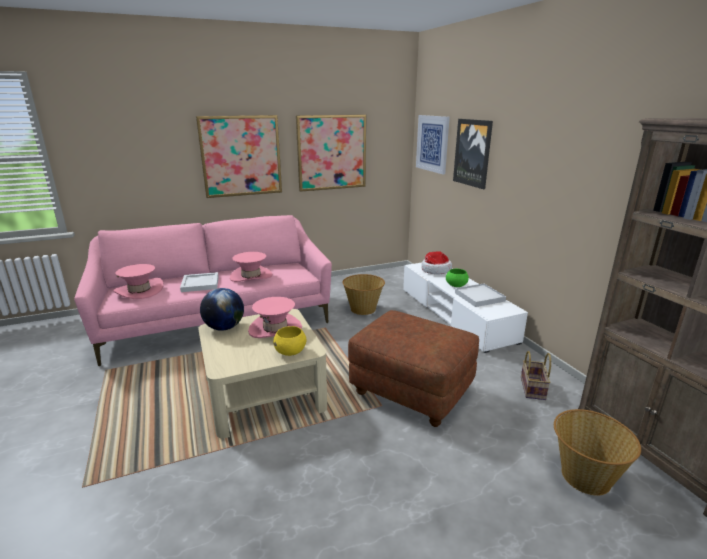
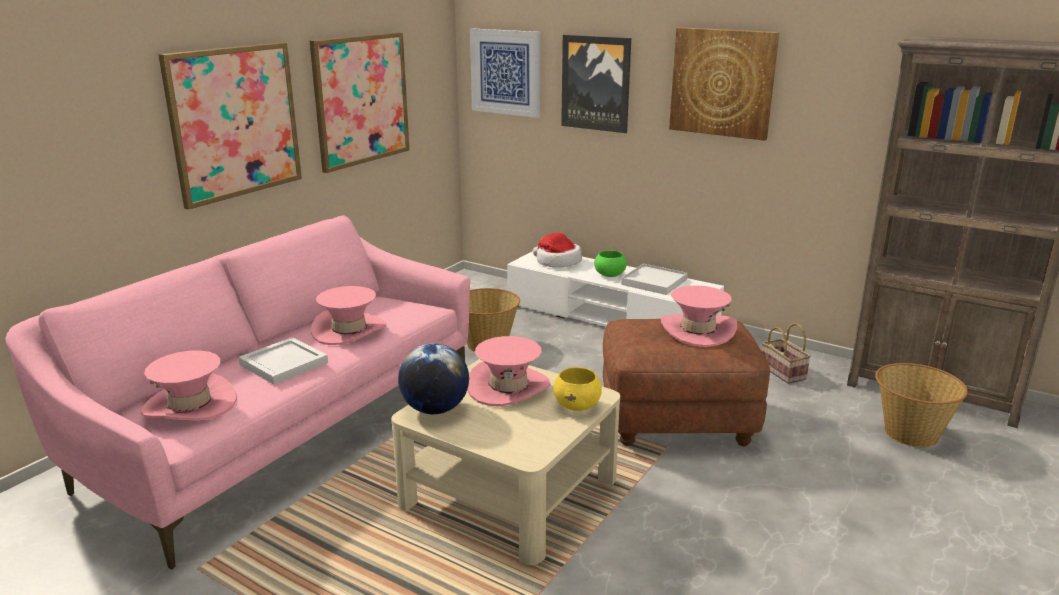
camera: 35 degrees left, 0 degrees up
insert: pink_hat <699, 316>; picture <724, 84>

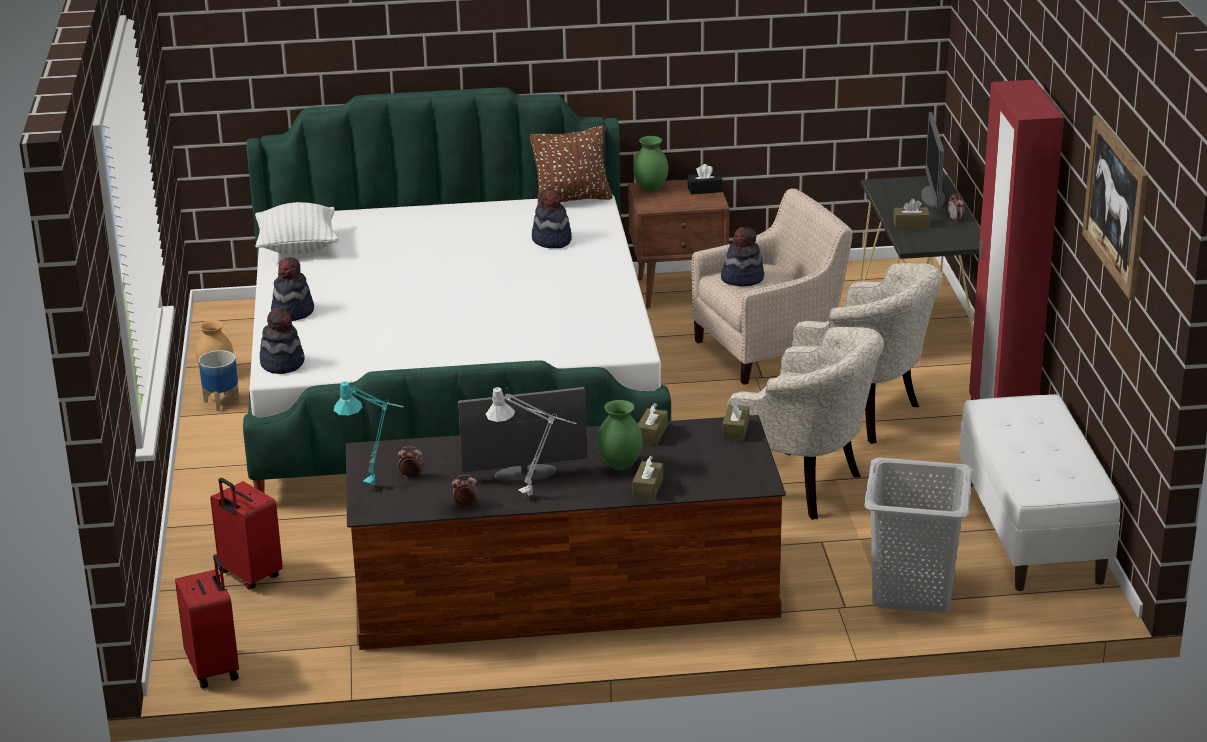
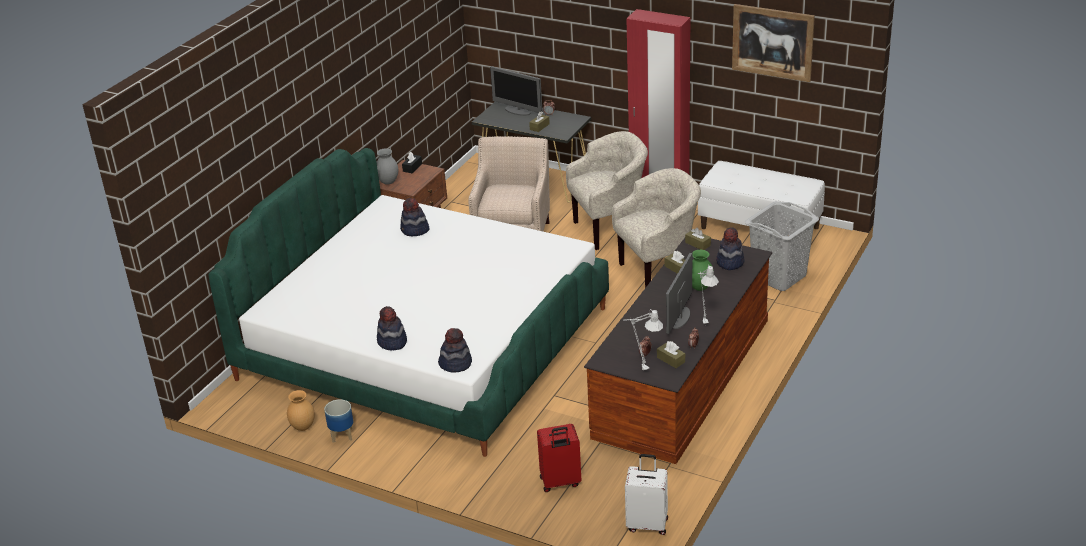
camera: 55 degrees left, 5 degrees up
delete: white_pillow <296, 228>; brown_pillow <571, 165>
move: brown_tissue_box <647, 478> to <671, 354>; hat <742, 257> to <730, 248>
recolor: red_suitcase <207, 621> to white_suitcase <646, 494>; turquoise_table_lamp <368, 432> to grey_table_lamp <643, 340>; green_vase <651, 163> to grey_vase <387, 167>

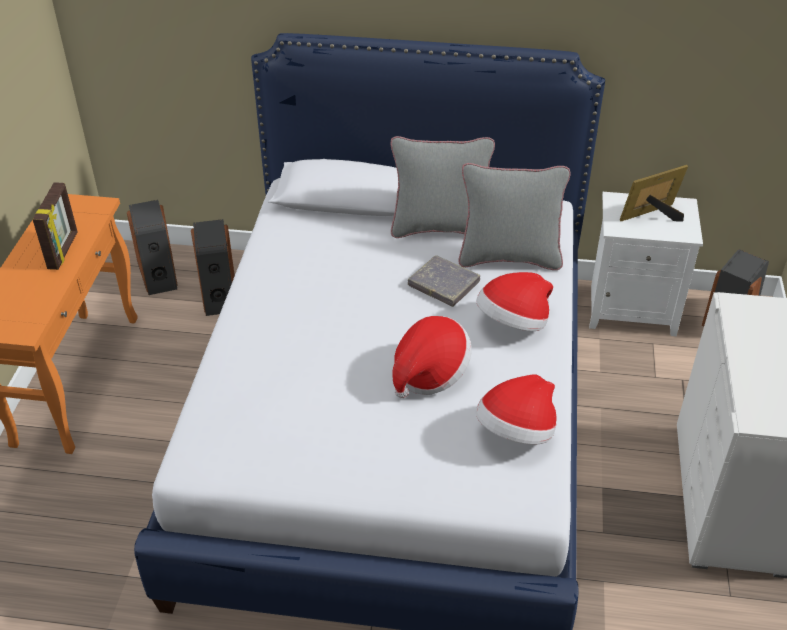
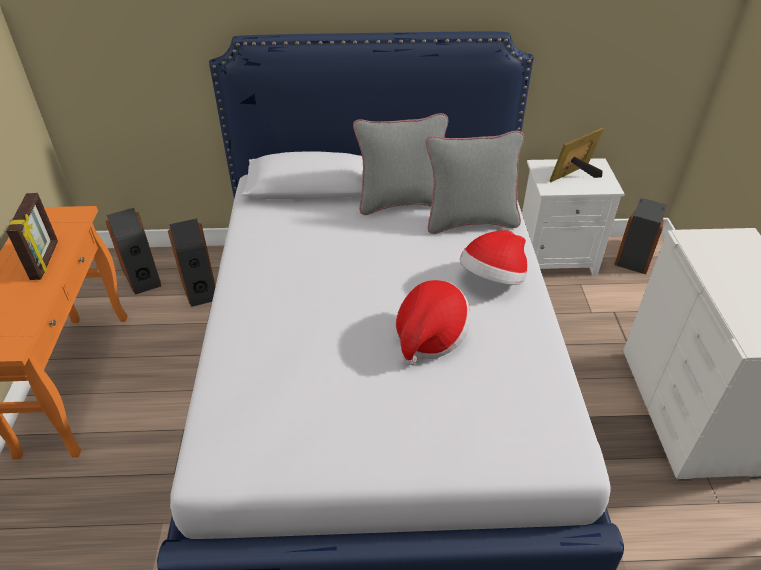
camera: 10 degrees left, 0 degrees up
delete: grey_book <444, 281>; hat <516, 409>

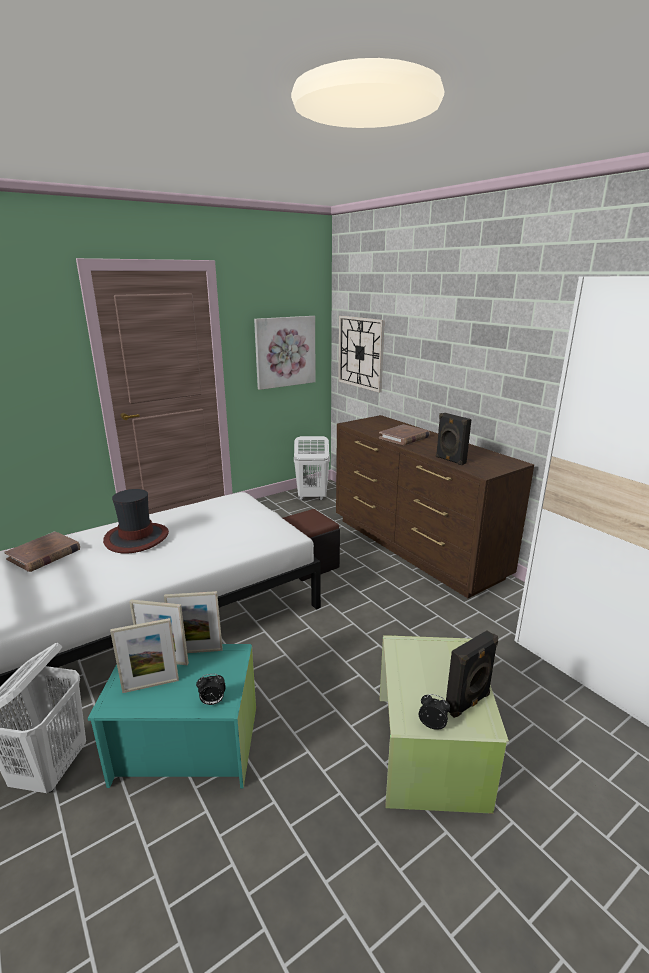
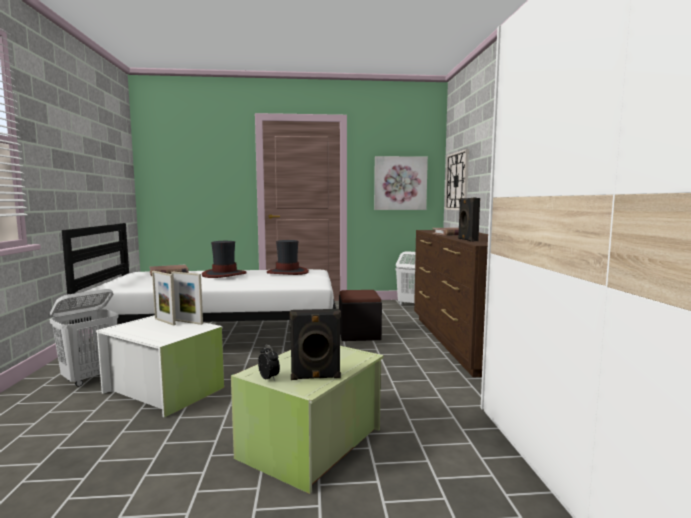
camera: 30 degrees right, 15 degrees down
delete: picture_frame <144, 655>; alarm_clock <210, 689>
insert: hat <288, 257>
recolor: turquoise_storage_box <171, 716> to white_storage_box <160, 366>

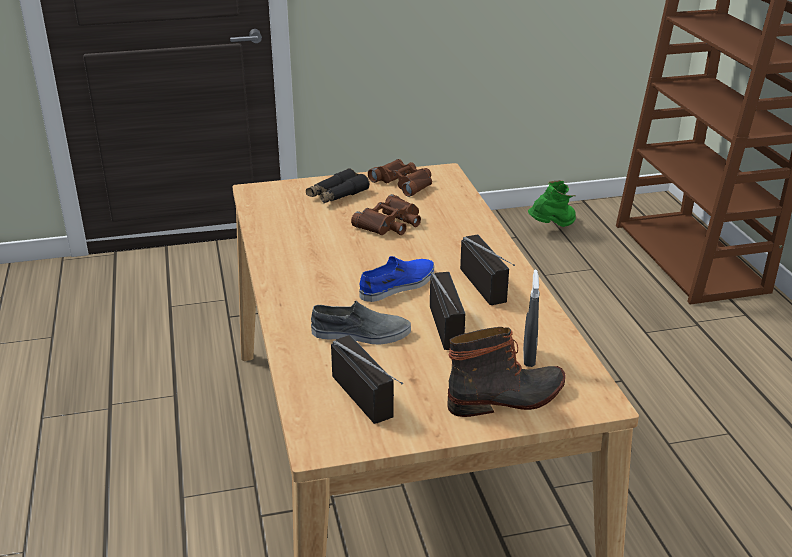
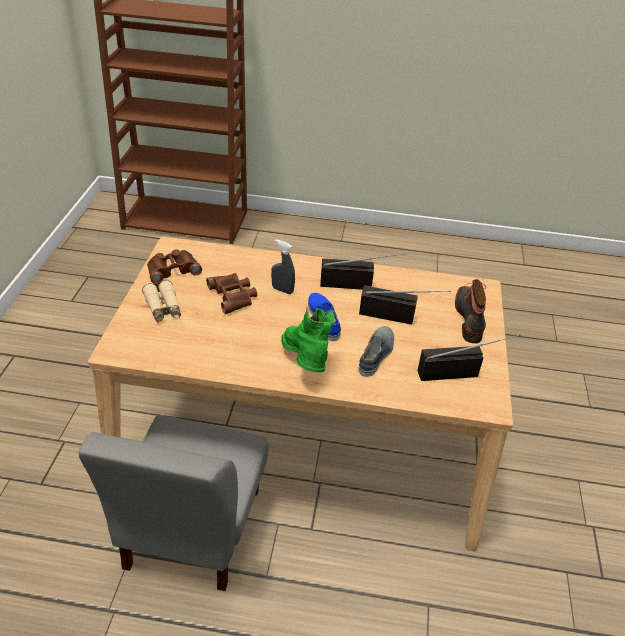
camera: 70 degrees left, 10 degrees up
insert: grey_chair <173, 503>
move: grey_spray_bottle <531, 318> to <283, 266>; green_boot <552, 203> to <308, 339>
recolor: black_binoculars <338, 186> to beige_binoculars <161, 301>

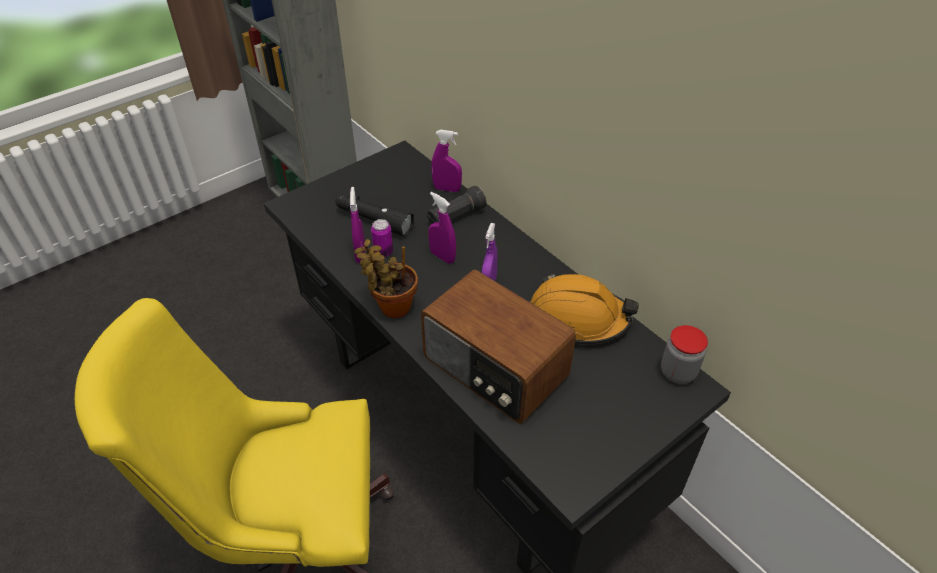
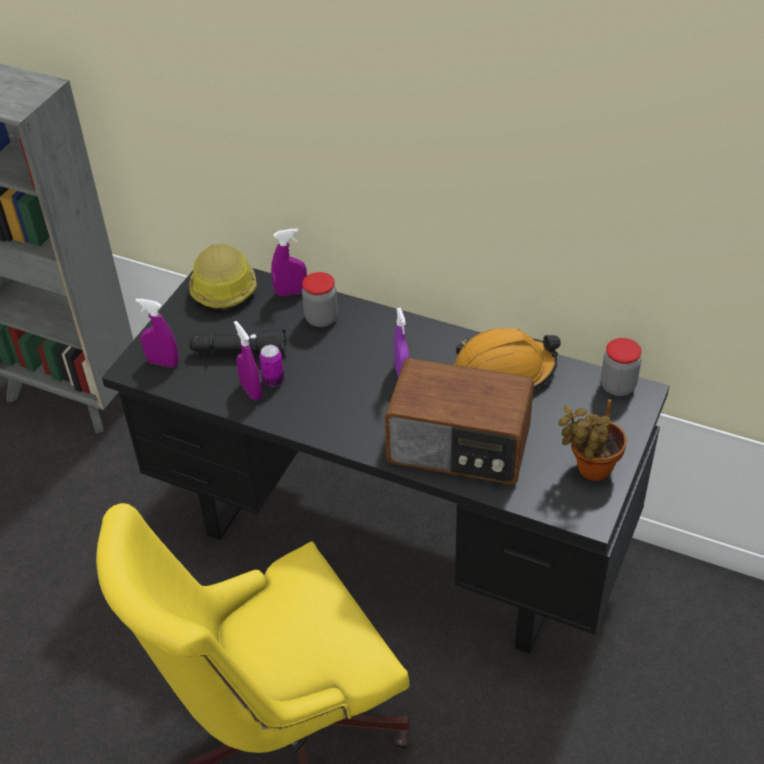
camera: 25 degrees left, 0 degrees up
insert: hard_hat <223, 276>
move: potted_plant <386, 278> to <592, 440>; purple_spray_bottle <442, 228> to <157, 332>
replace: black_flashlight <456, 205> to jar <320, 299>

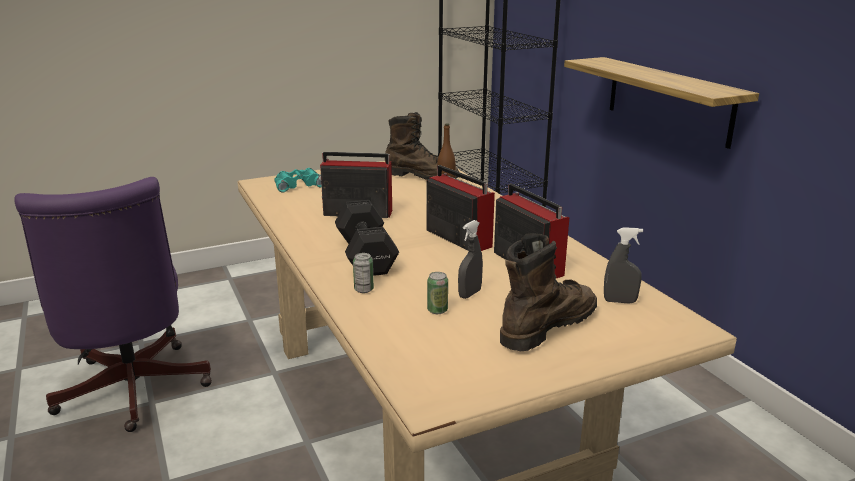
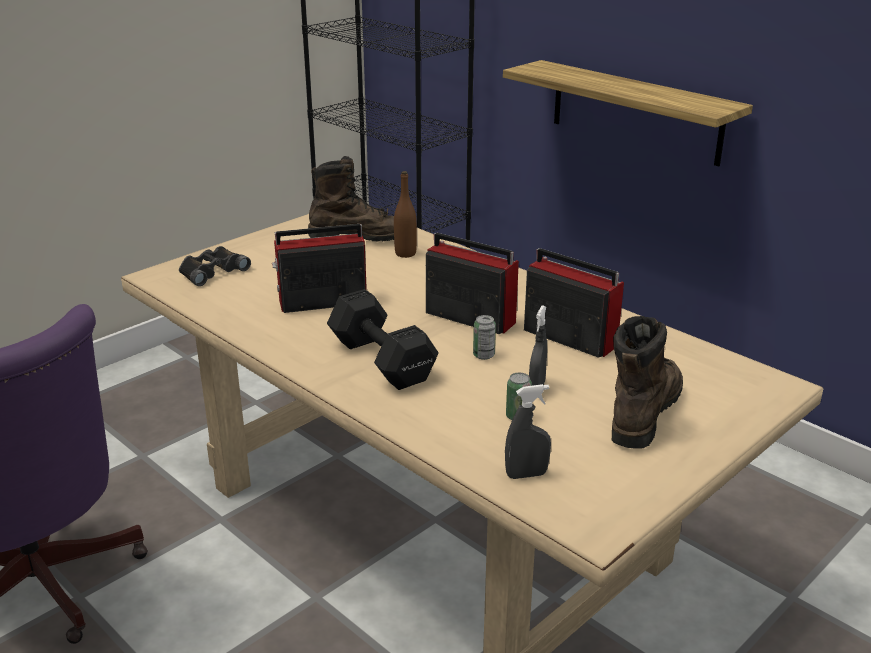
camera: 20 degrees left, 5 degrees up
move: can <363, 273> to <484, 337>; grey_spray_bottle <623, 265> to <528, 431>
recolor: turquoise_binoculars <298, 180> to black_binoculars <215, 266>

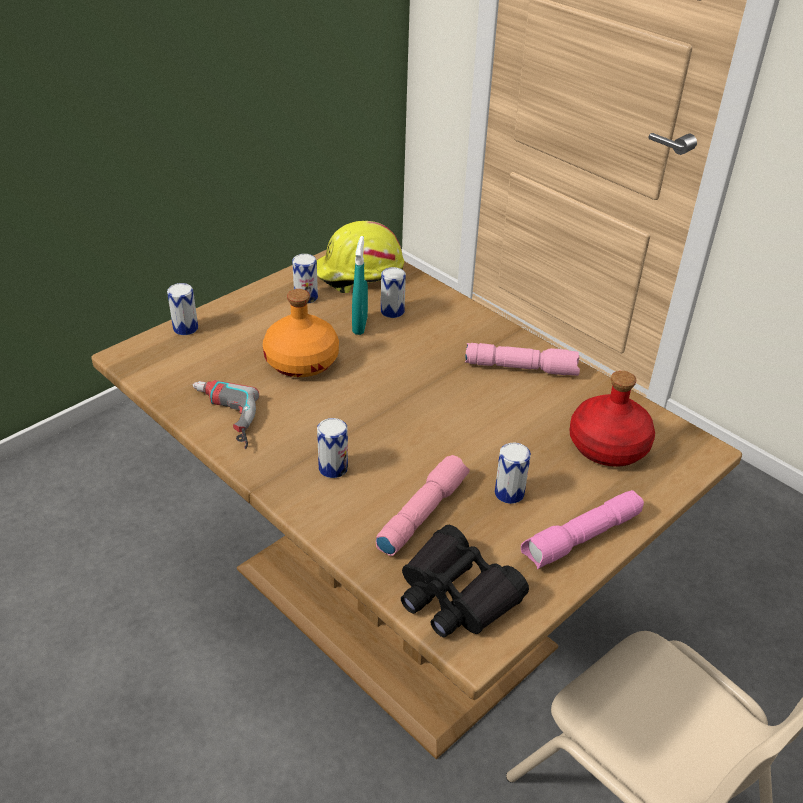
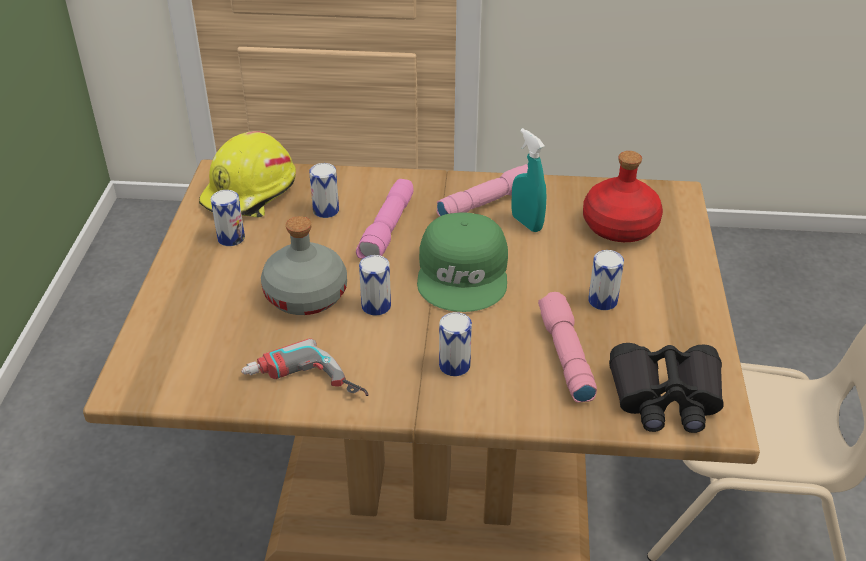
camera: 40 degrees left, 0 degrees up
insert: green_cap <462, 262>
move: can <182, 309> to <375, 285>; turquoise_spray_bottle <360, 285> to <529, 180>; pink_flashlight <582, 529> to <384, 219>
recolor: orange_bottle <301, 333> to grey_bottle <304, 265>

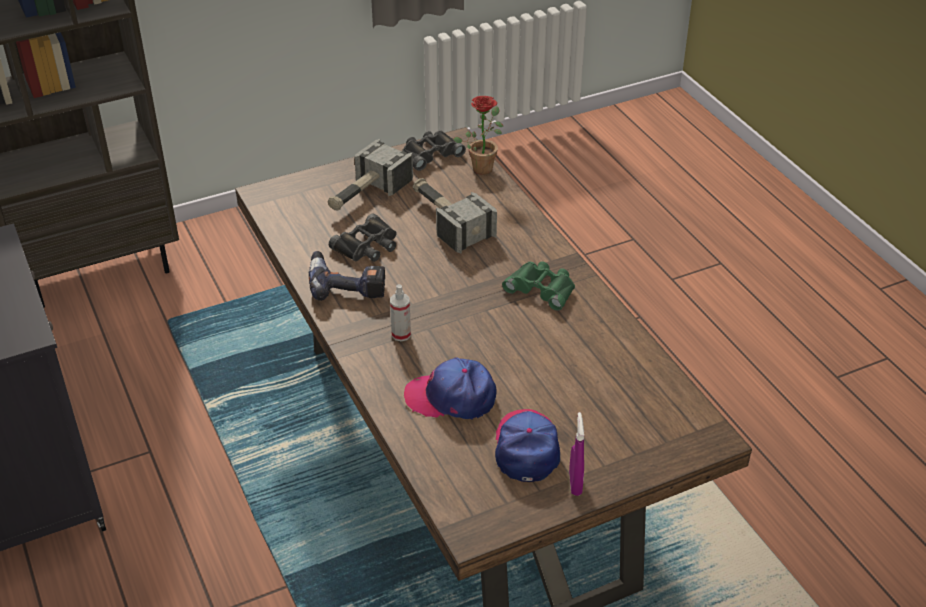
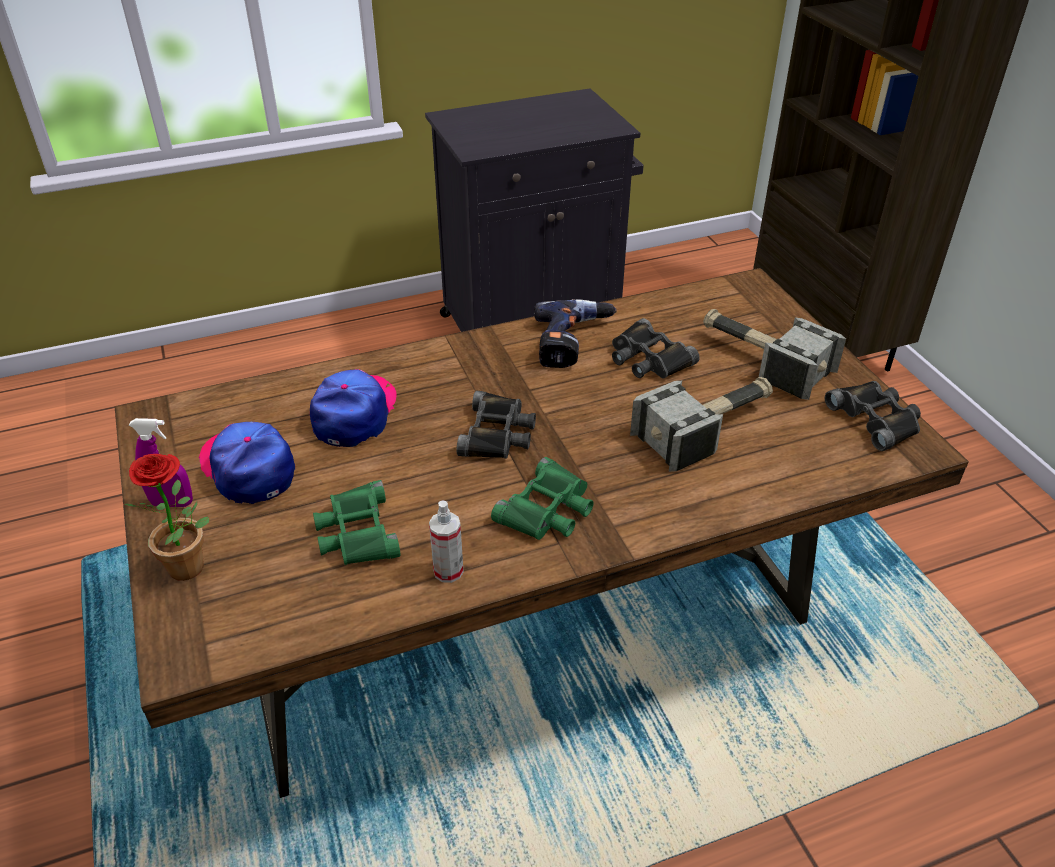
camera: 95 degrees right, 0 degrees up
insert: green_binoculars <357, 522>; black_binoculars <496, 425>
move: spray_bottle <400, 312> to <446, 542>; potted_plant <478, 135> to <166, 517>
rotate: cap <527, 445> = <246, 463> 135 degrees counterclockwise

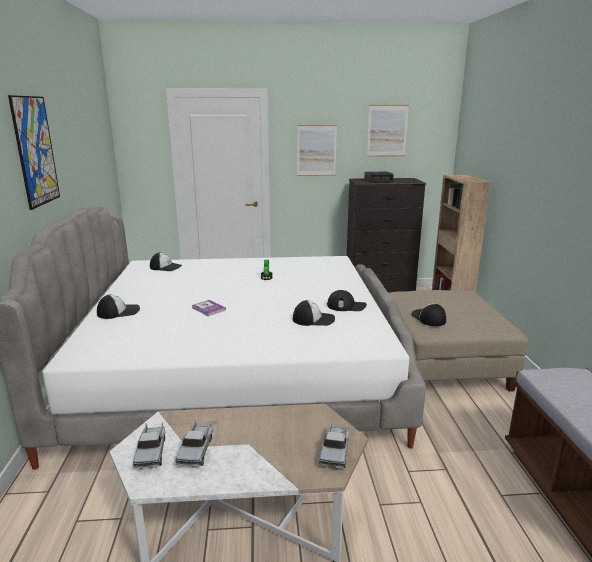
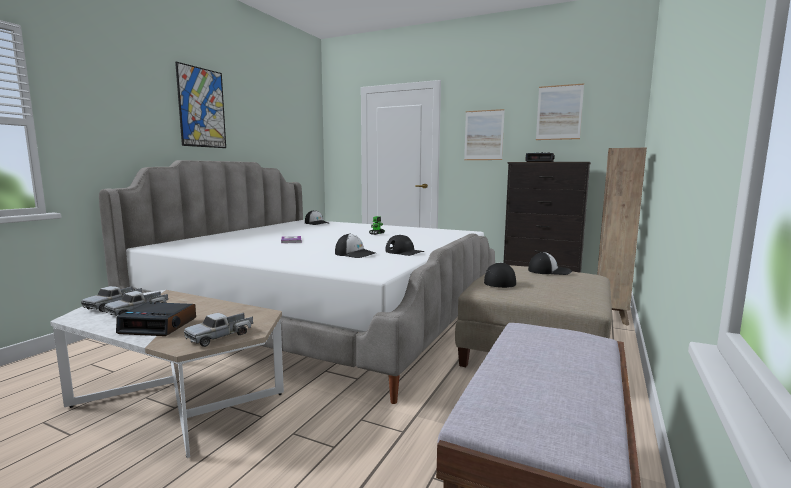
camera: 30 degrees right, 10 degrees down
insert: alarm_clock <156, 319>
move: cap <118, 307> to <550, 263>

